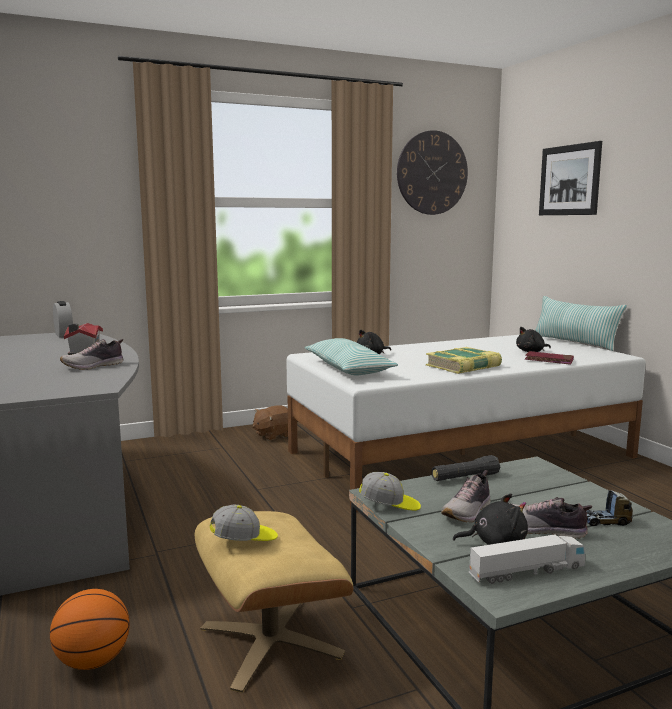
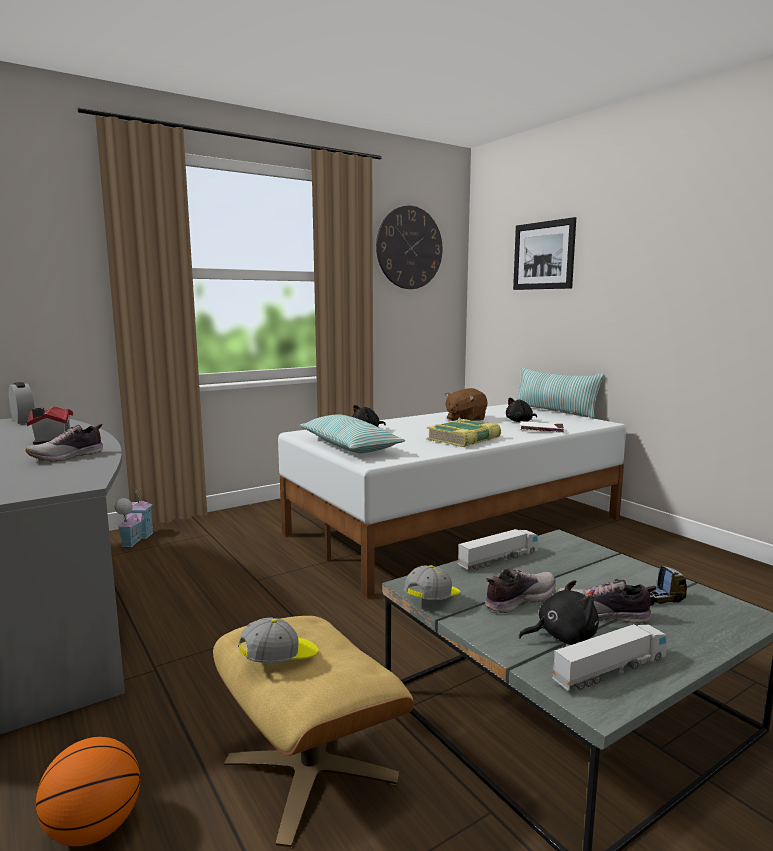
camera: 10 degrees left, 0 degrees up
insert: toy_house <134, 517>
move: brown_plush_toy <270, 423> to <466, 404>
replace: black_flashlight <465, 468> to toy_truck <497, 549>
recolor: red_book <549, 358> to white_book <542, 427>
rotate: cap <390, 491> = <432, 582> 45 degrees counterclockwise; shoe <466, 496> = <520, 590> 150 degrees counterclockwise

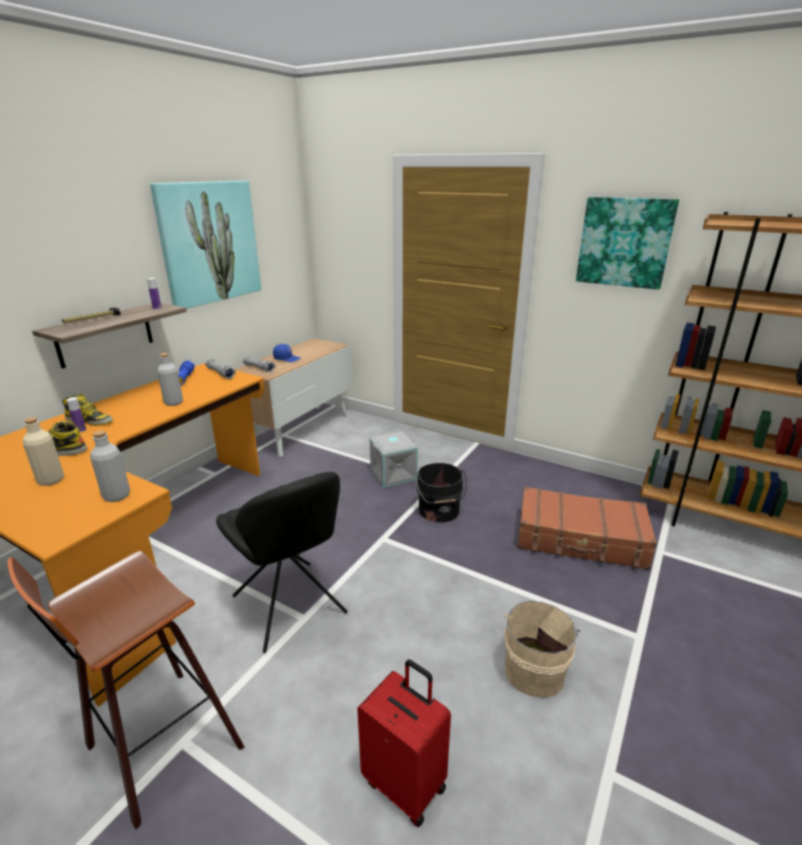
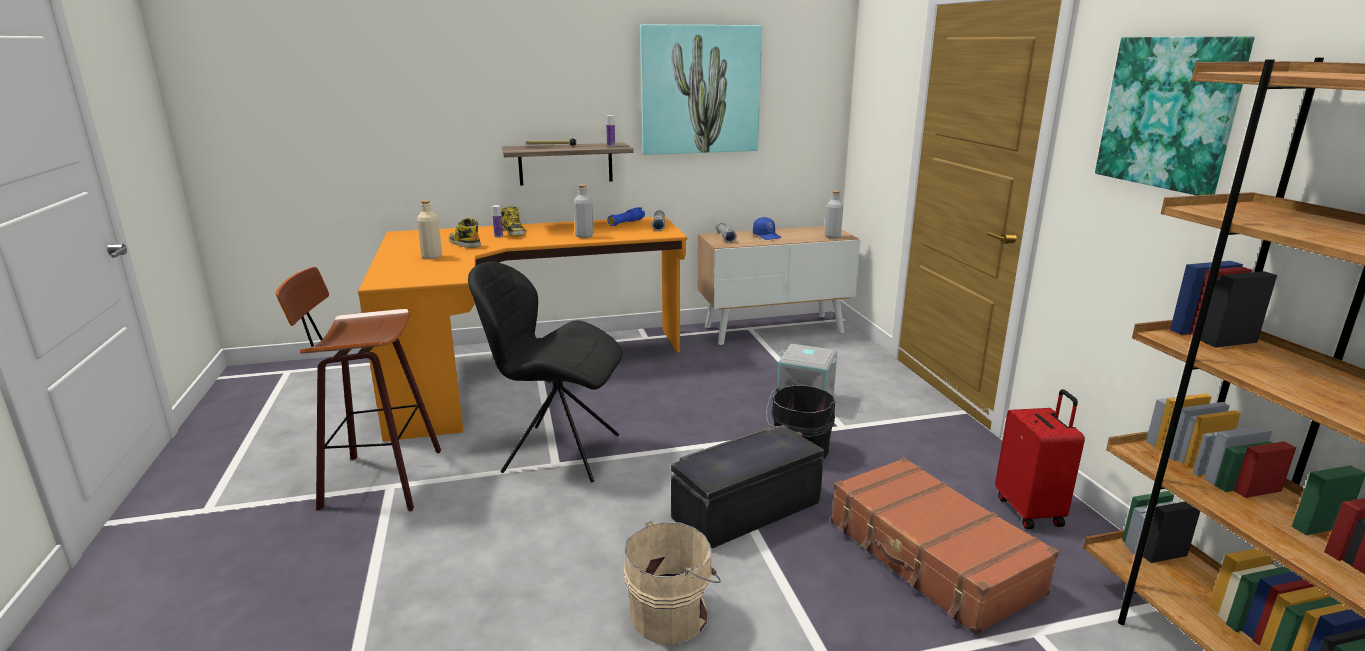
camera: 45 degrees right, 5 degrees down
insert: black_storage_box <747, 486>
move: grey_bottle <110, 466> to <834, 214>; red_suitcase <404, 743> to <1040, 459>
rotate: black_chair <282, 562> = <545, 372> 90 degrees clockwise

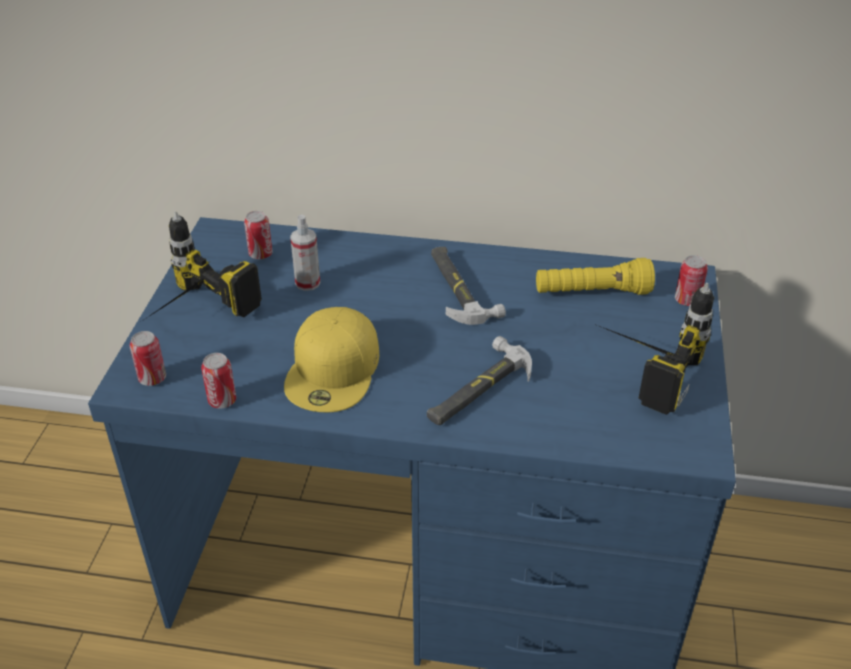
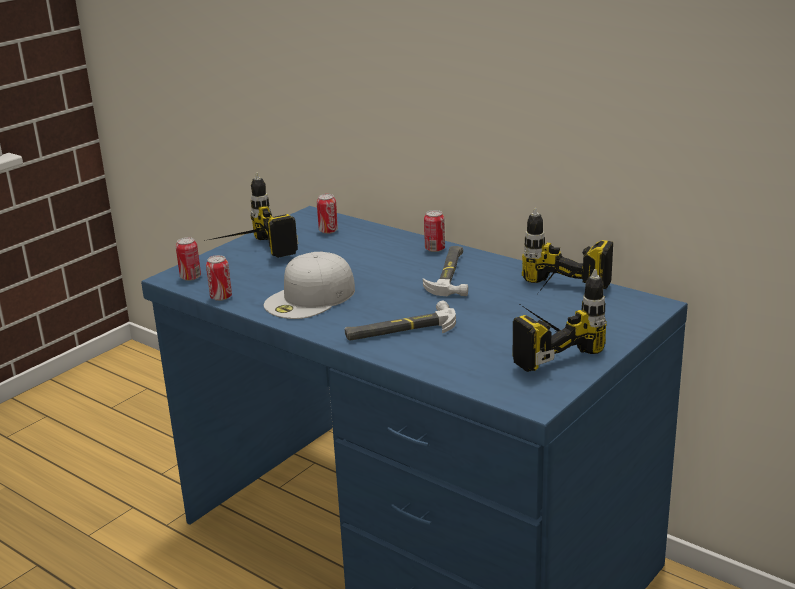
camera: 30 degrees right, 15 degrees down
delete: spray_bottle <305, 253>
move: can <691, 280> to <434, 231>
replace: yellow_flashlight <595, 276> to power_drill <567, 250>
recolor: yellow_cap <331, 359> to white_cap <309, 285>

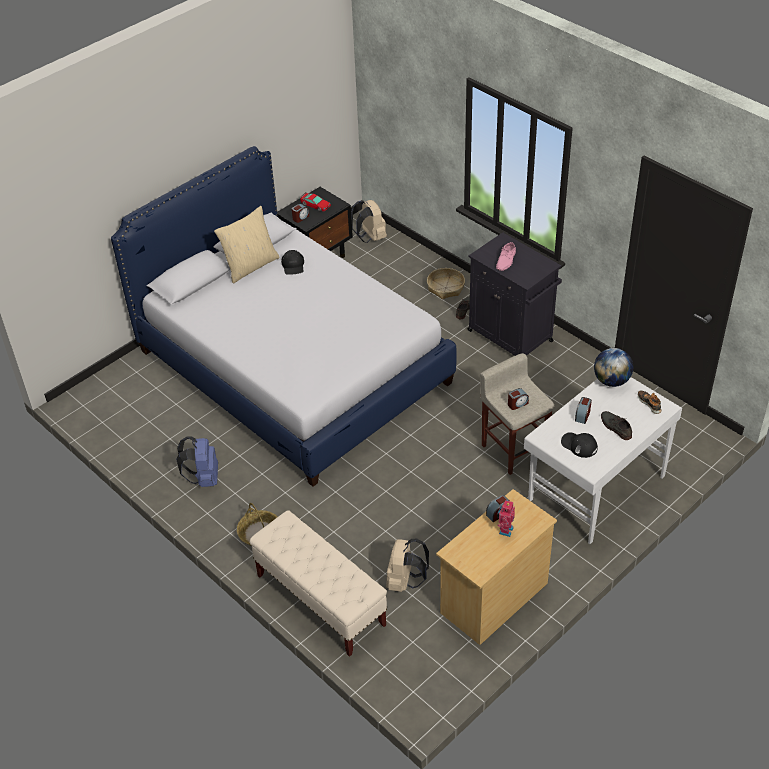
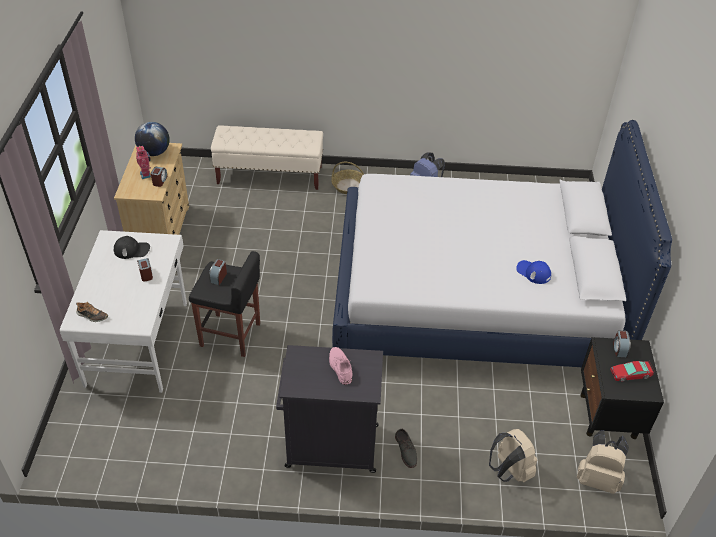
camera: 135 degrees right, 0 degrees up
delete: beige_pillow <247, 245>; basket <446, 283>; grey_shoe <616, 425>
move: beige_backpack <407, 565> to <513, 455>; globe <613, 367> to <152, 139>
recolor: black_cap <292, 262> to blue_cap <533, 272>; beige_stool <517, 414> to black_stool <224, 304>

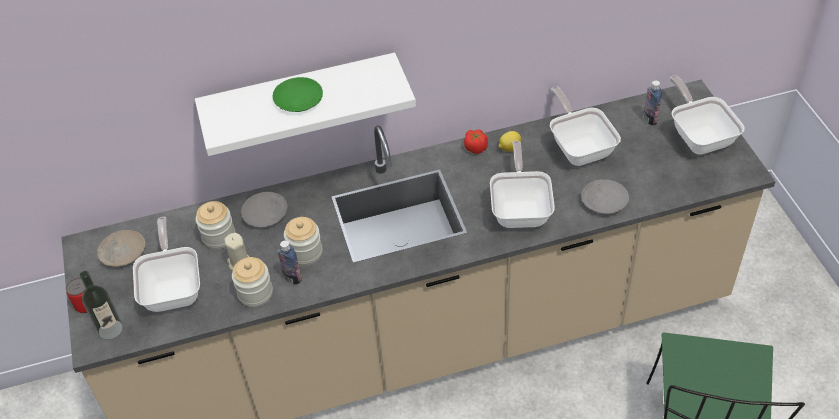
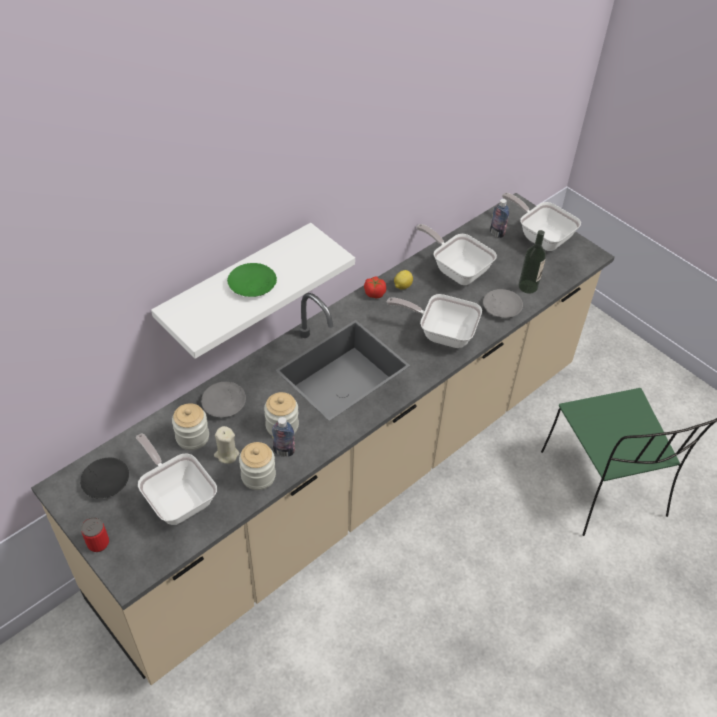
camera: 30 degrees left, 0 degrees up
move: bottle <101, 305> to <532, 262>
recolor: beige_plate <121, 248> to black_plate <104, 478>
rotate: frying_pan <522, 184> = <434, 321> 45 degrees counterclockwise

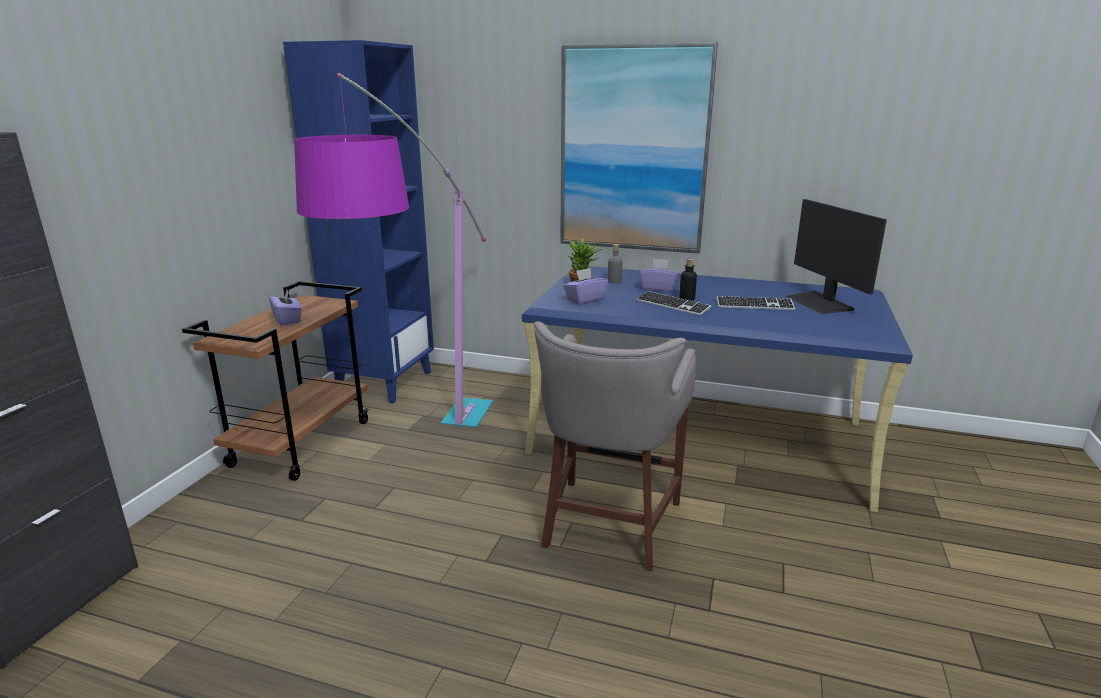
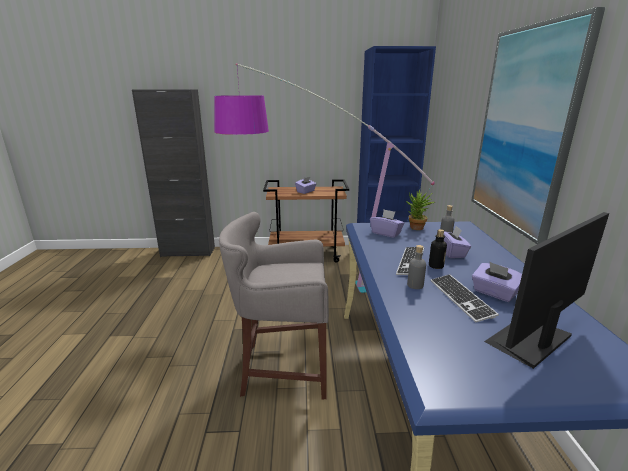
camera: 70 degrees right, 0 degrees up
insert: grey_bottle <416, 267>; purple_tissue_box <497, 282>

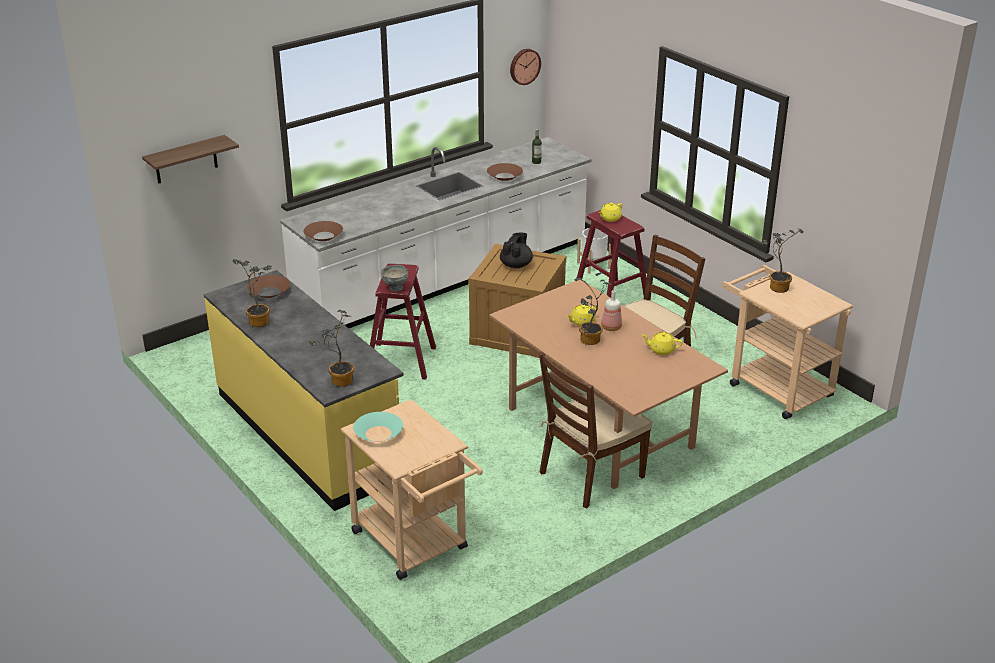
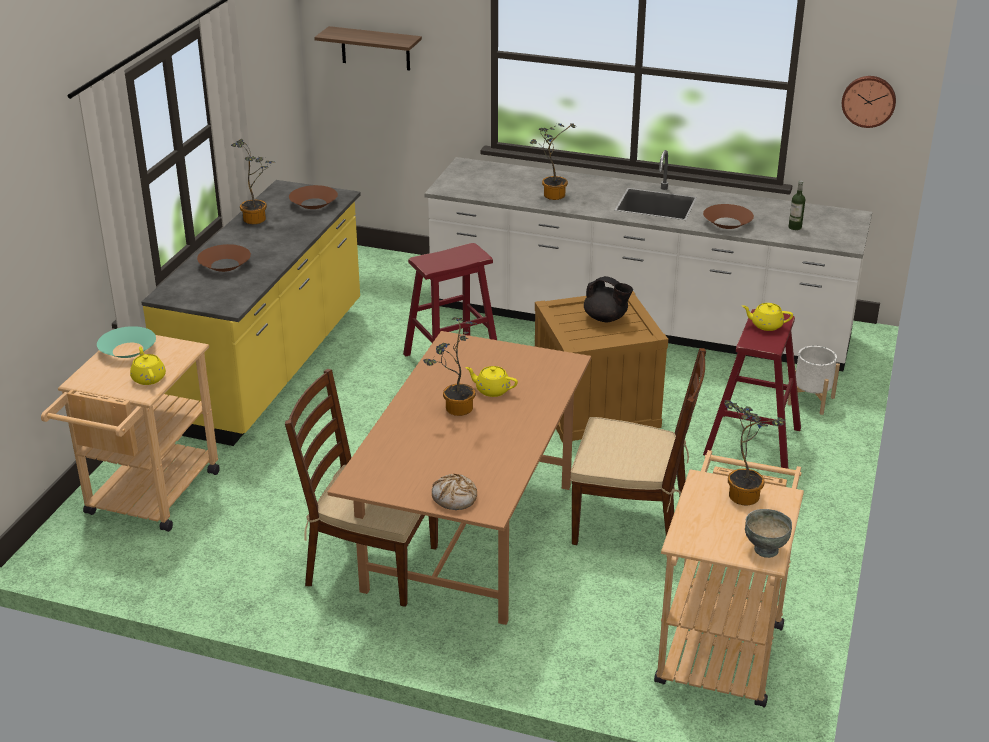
camera: 55 degrees right, 0 degrees up
delete: bottle <611, 310>
insert: bread <454, 492>
move: brown_bowl <323, 231> to <224, 258>; potted_plant <332, 348> to <553, 161>; grey_bowl <394, 278> to <768, 533>; yellow_teapot <662, 343> to <148, 366>
rotate: black_teapot <516, 250> = <608, 299> 45 degrees clockwise

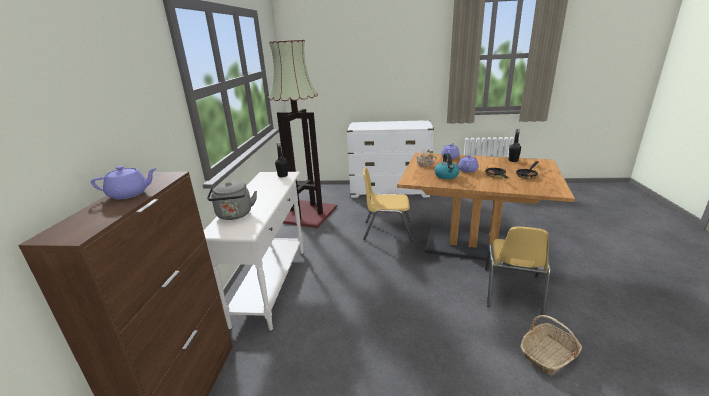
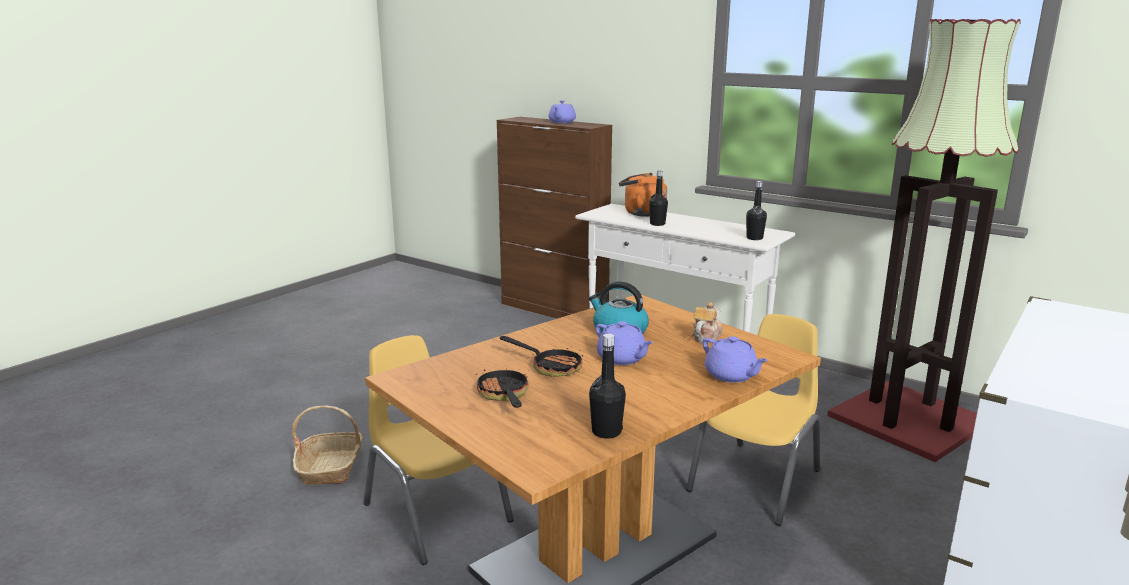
camera: 120 degrees right, 5 degrees down
insert: black_bottle <658, 198>
recolor: grey_kettle <232, 201> to orange_kettle <643, 195>

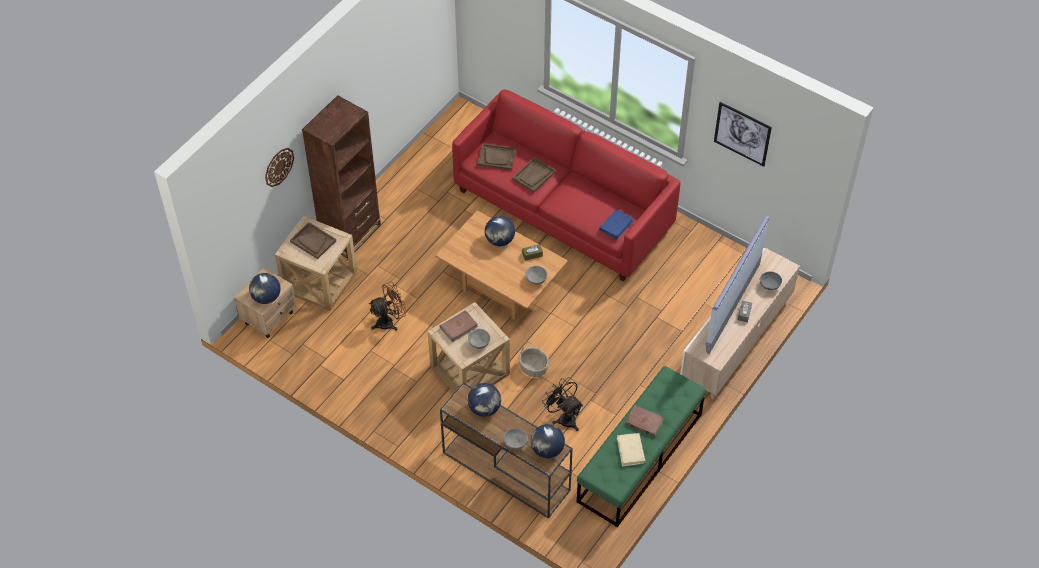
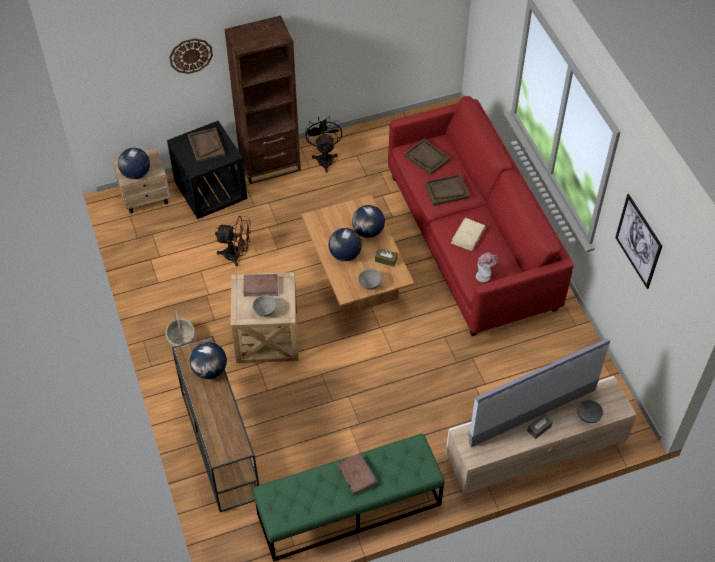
camera: 35 degrees right, 0 degrees up
delete: grey_bowl <516, 438>
move: basket <534, 359> to <180, 329>; globe <548, 441> to <345, 244>; black_fan <562, 404> to <323, 144>; beige_book <631, 450> to <468, 234>
replace: blue_book <616, 224> to hat <487, 267>
recolor: beige_side_table <316, 263> to black_side_table <207, 170>

